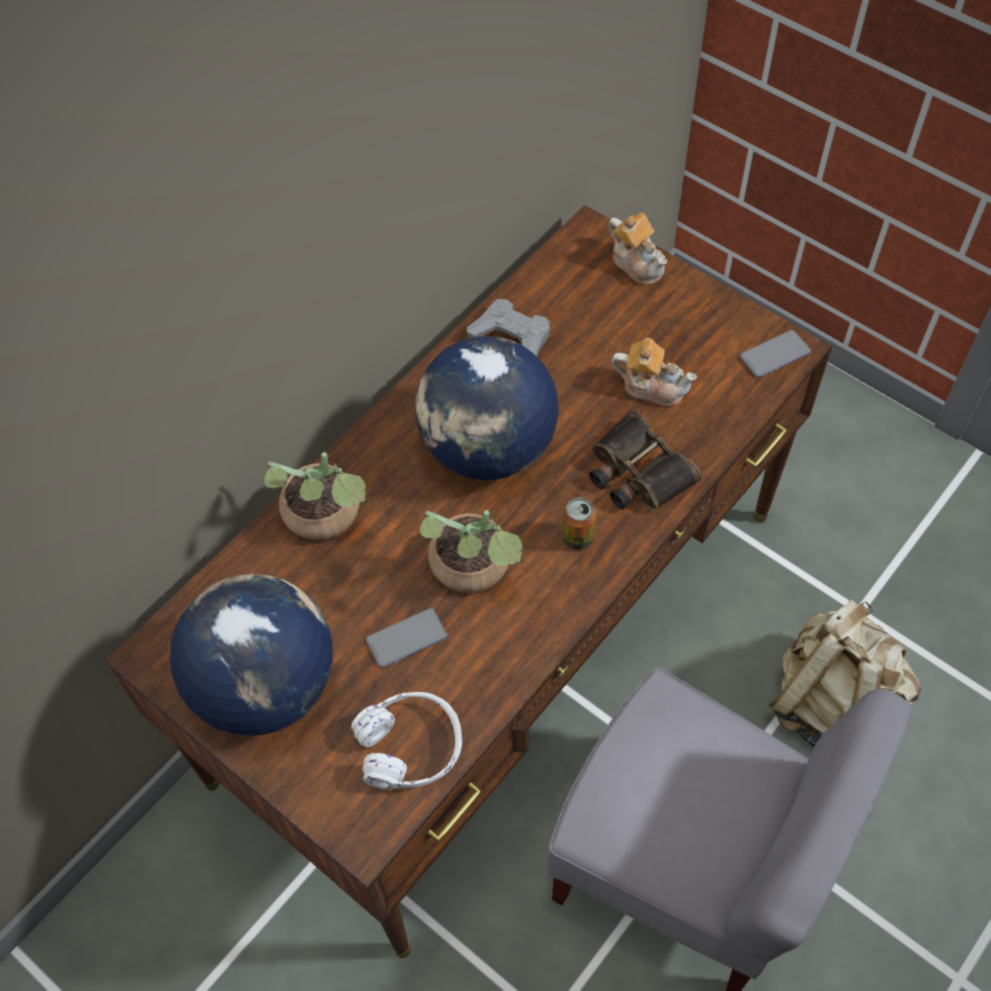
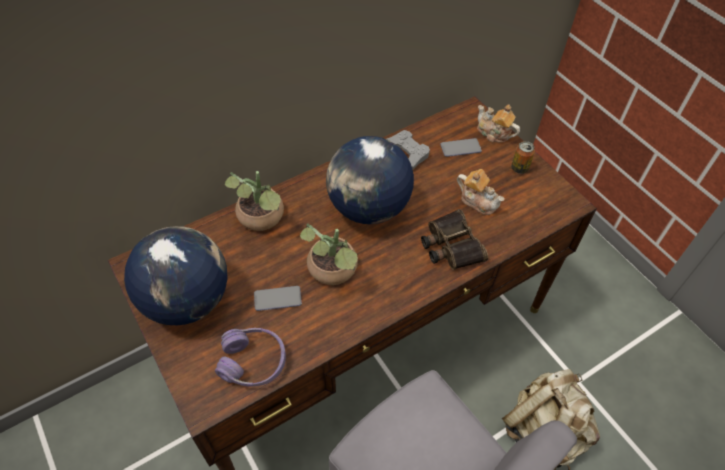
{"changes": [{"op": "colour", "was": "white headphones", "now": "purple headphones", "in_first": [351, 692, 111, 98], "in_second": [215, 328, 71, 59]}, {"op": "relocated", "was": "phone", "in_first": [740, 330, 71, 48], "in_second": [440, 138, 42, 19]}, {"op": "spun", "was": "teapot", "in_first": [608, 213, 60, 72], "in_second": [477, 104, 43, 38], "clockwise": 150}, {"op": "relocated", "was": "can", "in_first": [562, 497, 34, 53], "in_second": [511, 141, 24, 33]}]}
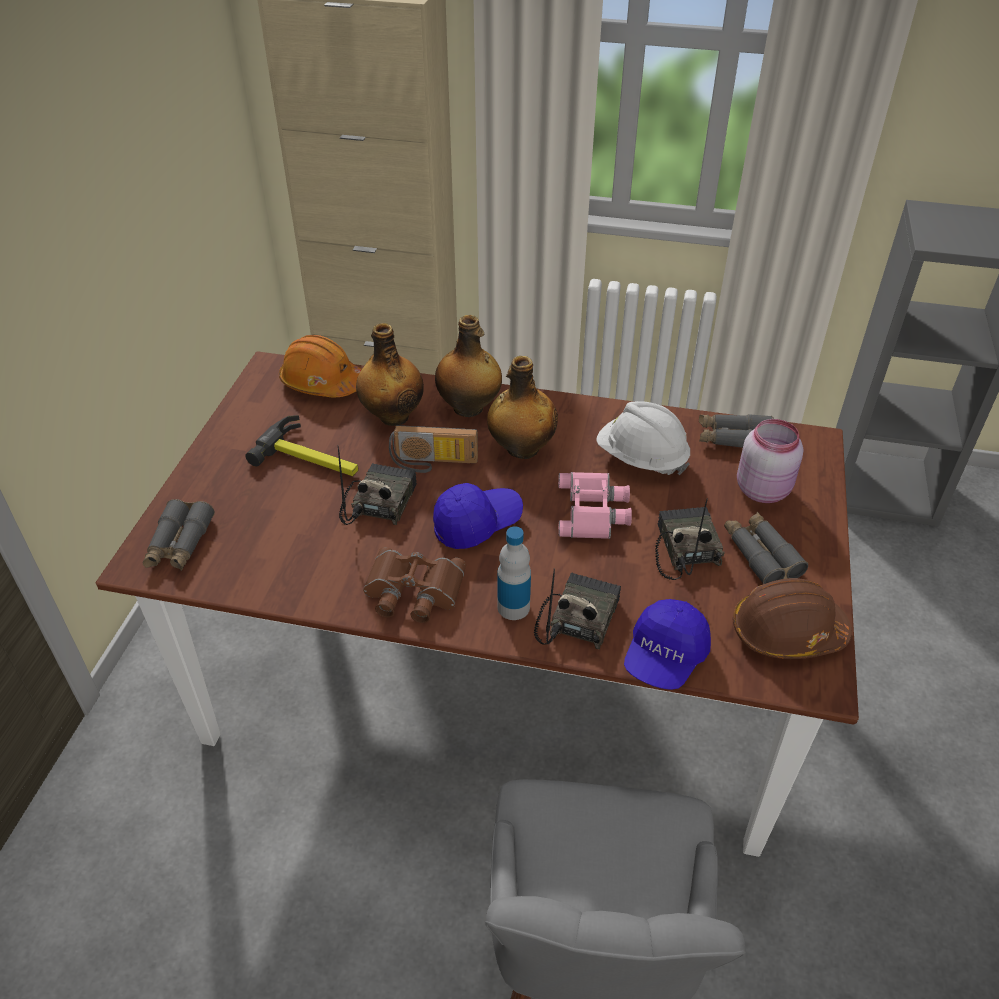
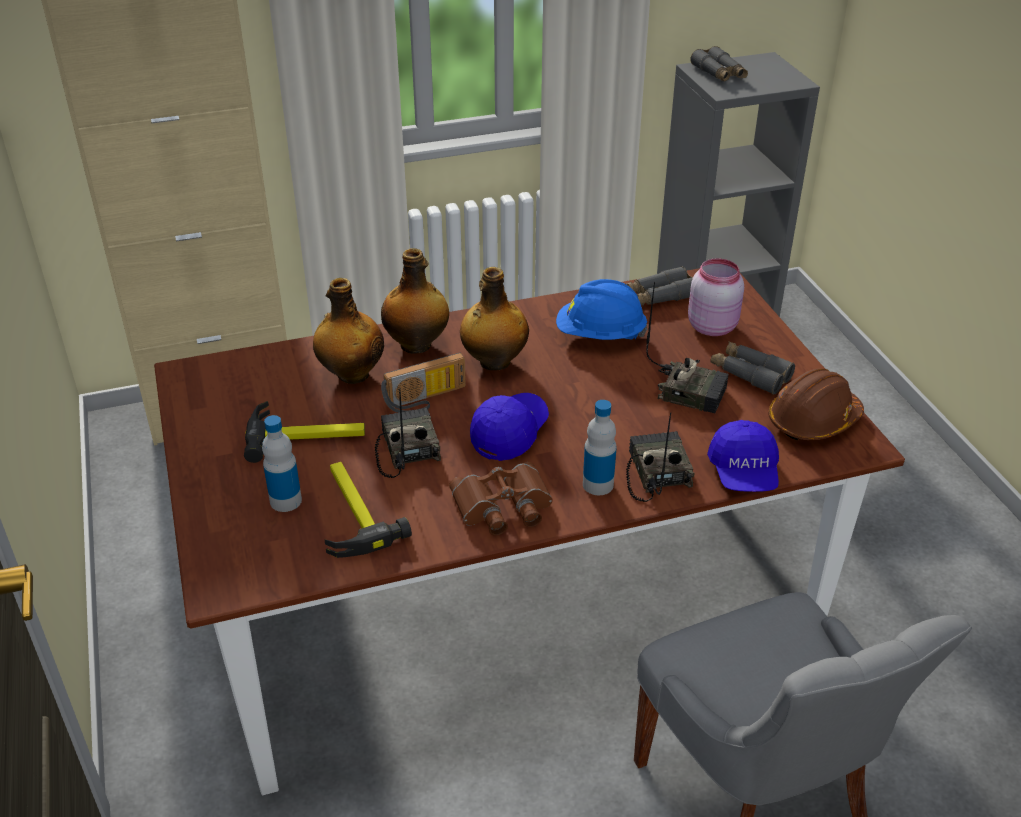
{"changes": [{"op": "appeared", "now": "bottle", "in_second": [262, 415, 40, 97]}, {"op": "appeared", "now": "hammer", "in_second": [325, 462, 87, 96]}, {"op": "colour", "was": "white hard hat", "now": "blue hard hat", "in_first": [596, 401, 94, 75], "in_second": [556, 279, 92, 61]}, {"op": "spun", "was": "radio", "in_first": [655, 498, 70, 82], "in_second": [646, 282, 83, 131], "clockwise": 150}, {"op": "relocated", "was": "grey binoculars", "in_first": [143, 499, 72, 72], "in_second": [690, 46, 58, 36]}, {"op": "missing", "was": "orange hard hat", "in_first": [279, 335, 83, 62]}, {"op": "missing", "was": "pink binoculars", "in_first": [558, 472, 74, 67]}]}
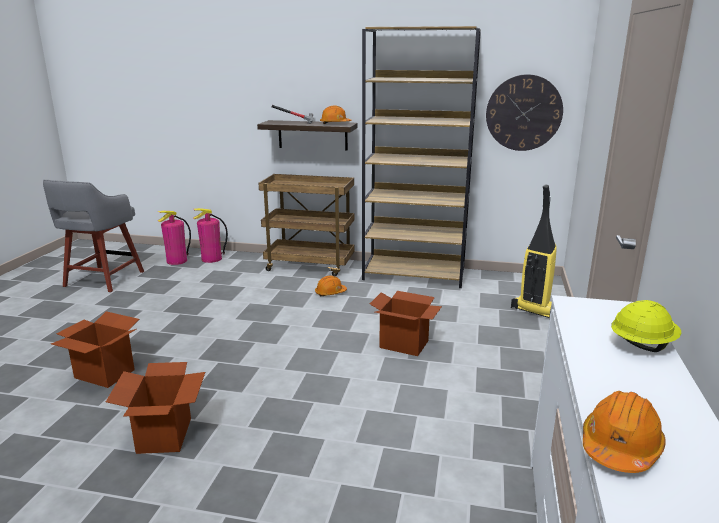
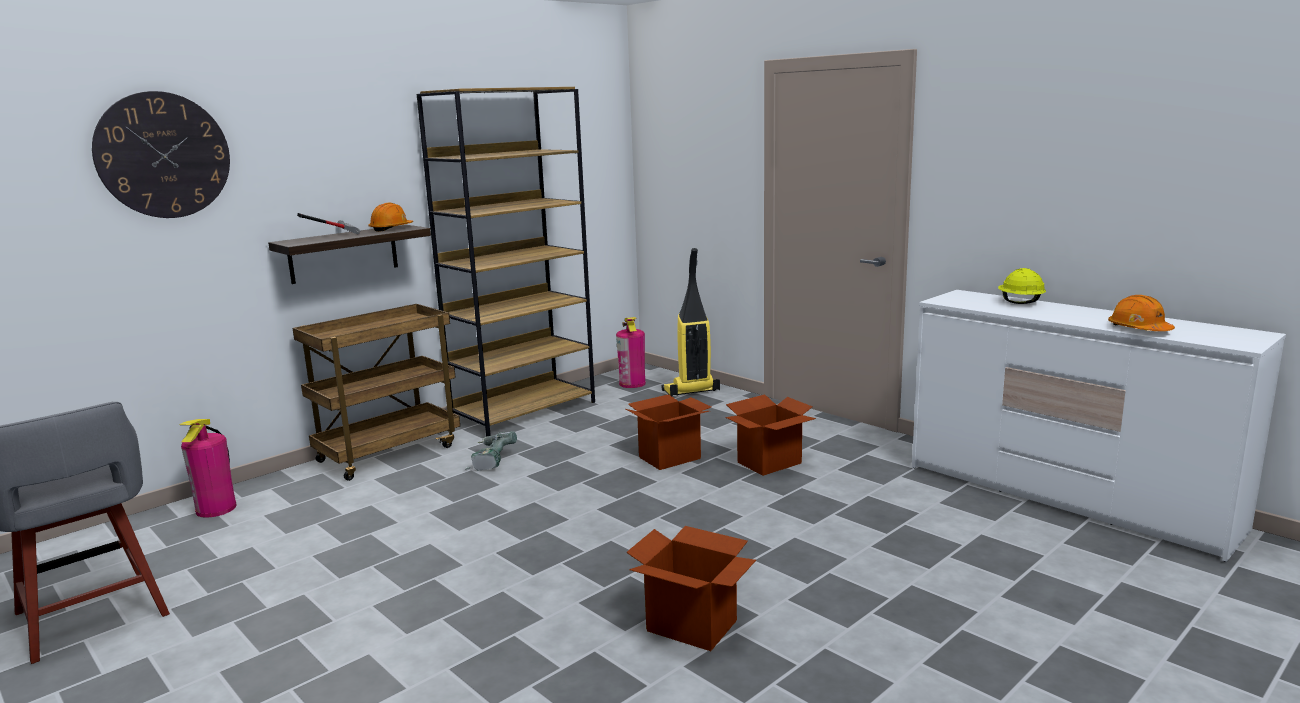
{"changes": [{"op": "relocated", "was": "wall clock", "in_first": [486, 74, 77, 77], "in_second": [92, 91, 138, 127]}, {"op": "exchanged", "was": "orange hard hat", "now": "power drill", "in_first": [315, 276, 32, 20], "in_second": [465, 431, 52, 39]}, {"op": "relocated", "was": "fire extinguisher", "in_first": [157, 211, 34, 54], "in_second": [616, 317, 30, 71]}, {"op": "relocated", "was": "cardboard box", "in_first": [51, 311, 88, 77], "in_second": [725, 394, 91, 82]}]}
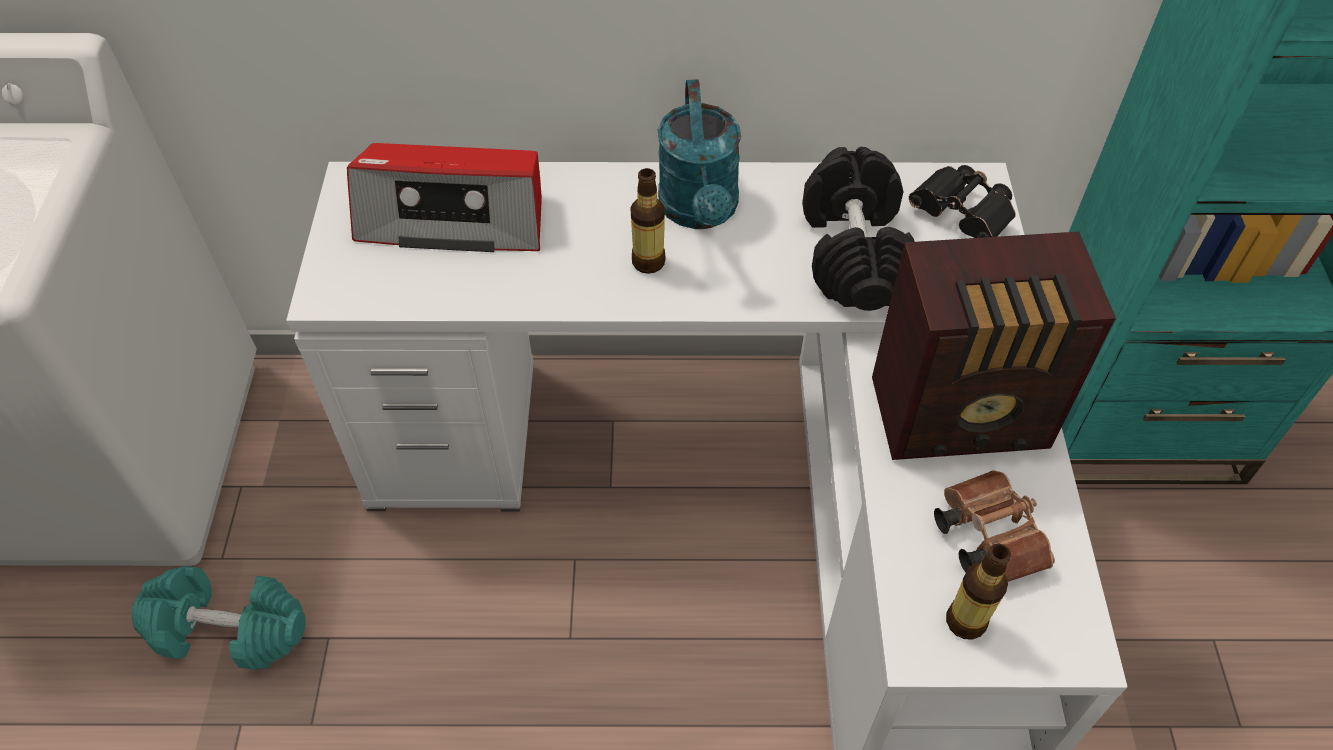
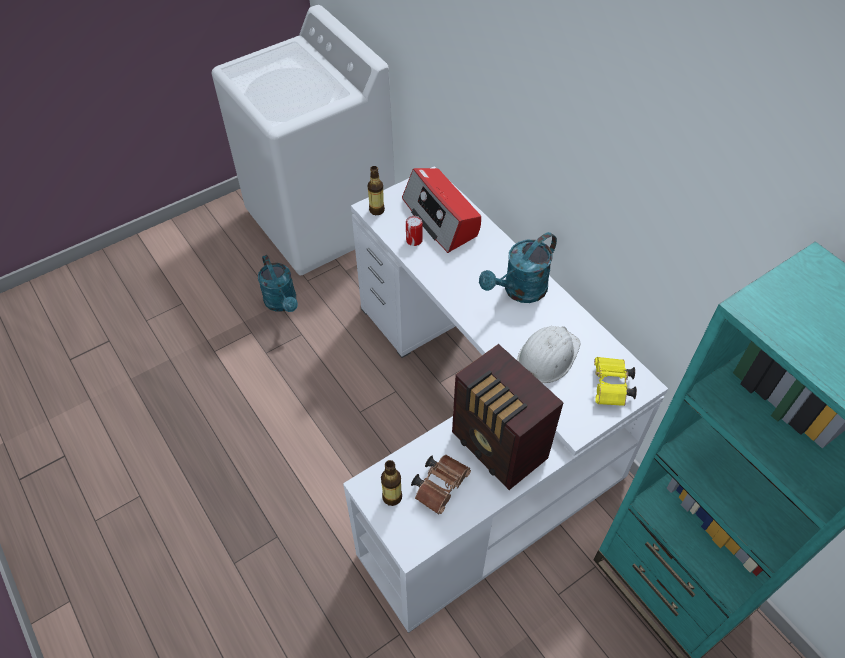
{"changes": [{"op": "exchanged", "was": "turquoise dumbbell", "now": "turquoise watering can", "in_first": [131, 566, 175, 104], "in_second": [258, 255, 40, 57]}, {"op": "relocated", "was": "bottle", "in_first": [631, 168, 35, 106], "in_second": [368, 166, 17, 49]}, {"op": "appeared", "now": "can", "in_second": [406, 216, 17, 30]}, {"op": "exchanged", "was": "black dumbbell", "now": "white hard hat", "in_first": [802, 147, 113, 164], "in_second": [517, 326, 63, 57]}, {"op": "colour", "was": "black binoculars", "now": "yellow binoculars", "in_first": [909, 165, 107, 73], "in_second": [594, 357, 43, 49]}]}
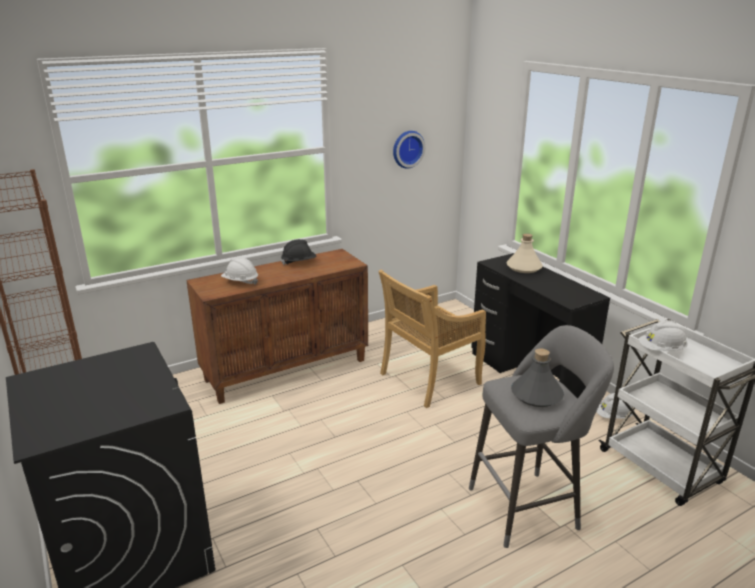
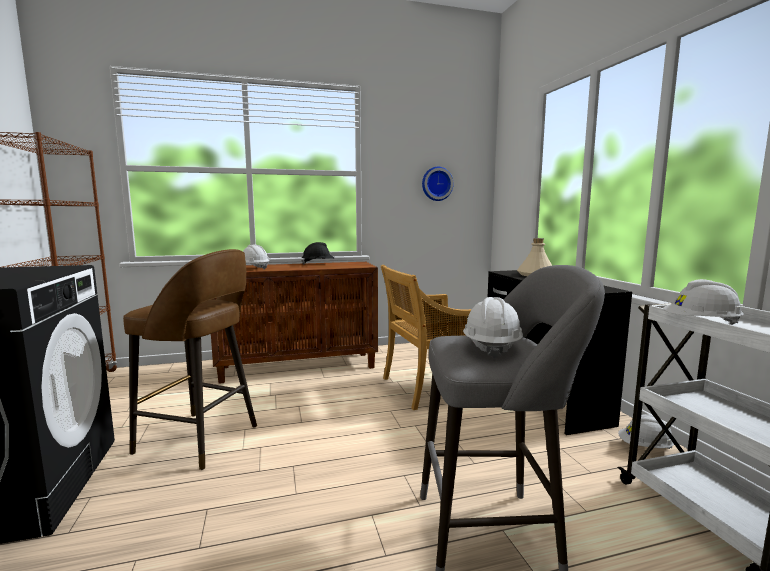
{"changes": [{"op": "appeared", "now": "brown stool", "in_second": [123, 249, 134, 221]}, {"op": "exchanged", "was": "grey bottle", "now": "white hard hat", "in_first": [511, 348, 53, 59], "in_second": [463, 297, 60, 62]}]}
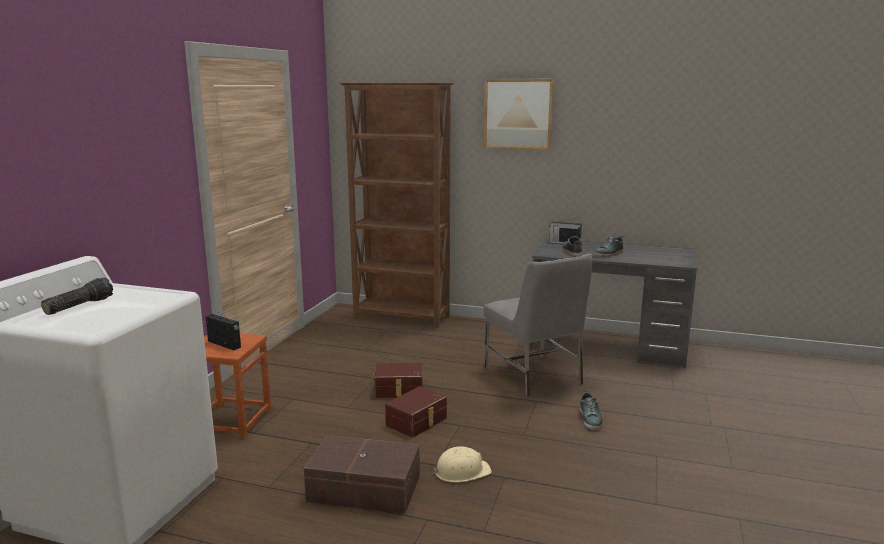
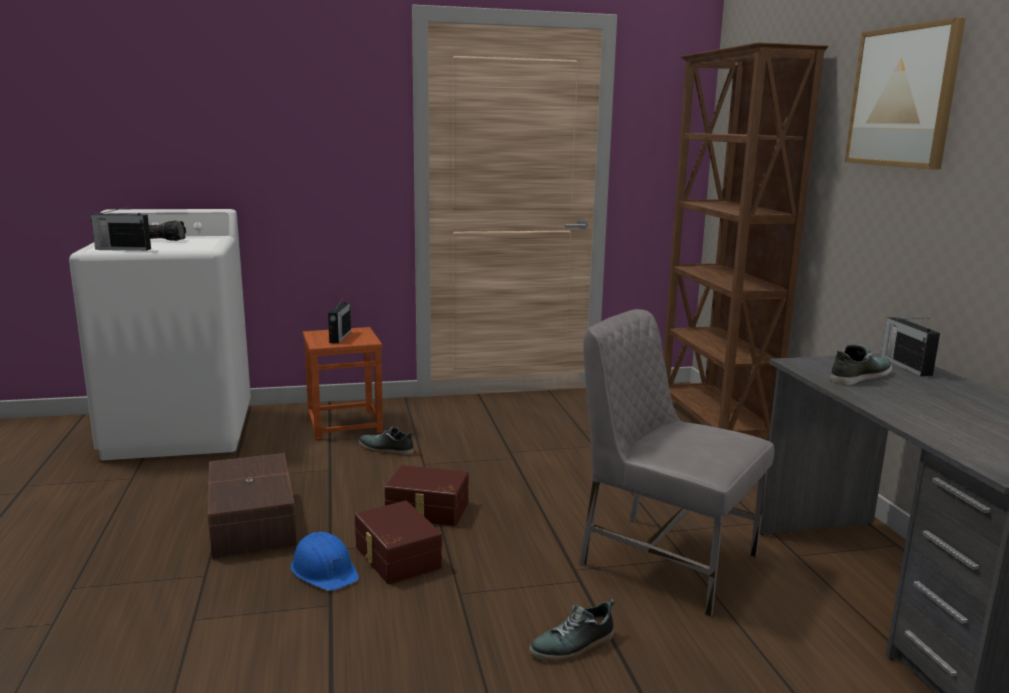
{"changes": [{"op": "appeared", "now": "radio", "in_second": [90, 205, 61, 46]}, {"op": "colour", "was": "beige hard hat", "now": "blue hard hat", "in_first": [432, 446, 60, 37], "in_second": [291, 532, 68, 59]}, {"op": "relocated", "was": "brown storage box", "in_first": [374, 363, 49, 35], "in_second": [355, 501, 87, 83]}, {"op": "relocated", "was": "shoe", "in_first": [593, 235, 30, 22], "in_second": [359, 427, 55, 29]}, {"op": "spun", "was": "grey chair", "in_first": [484, 254, 108, 144], "in_second": [579, 309, 195, 308], "clockwise": 90}]}
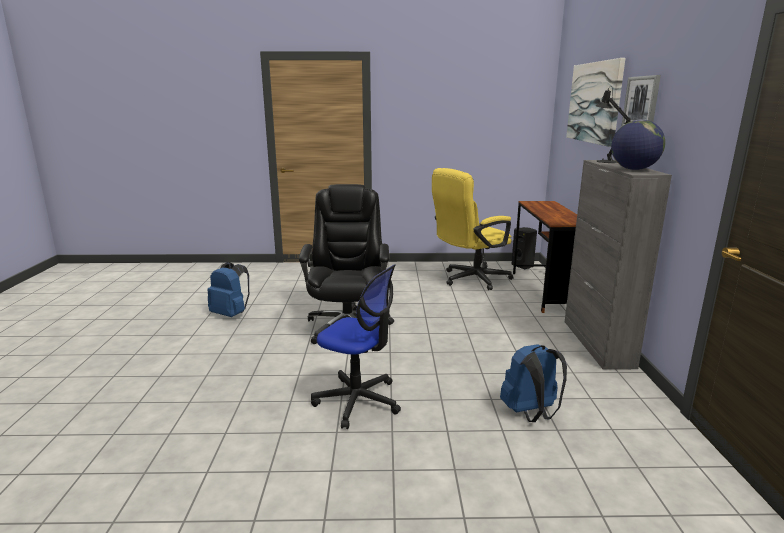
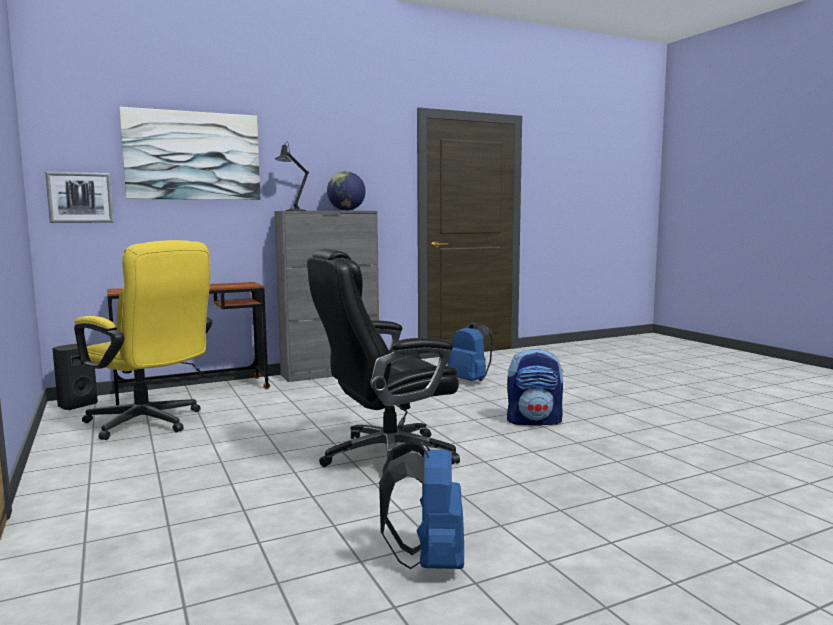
{"changes": [{"op": "relocated", "was": "picture", "in_first": [621, 75, 40, 52], "in_second": [45, 172, 69, 51]}, {"op": "exchanged", "was": "office chair", "now": "backpack", "in_first": [311, 264, 90, 165], "in_second": [507, 348, 56, 77]}]}
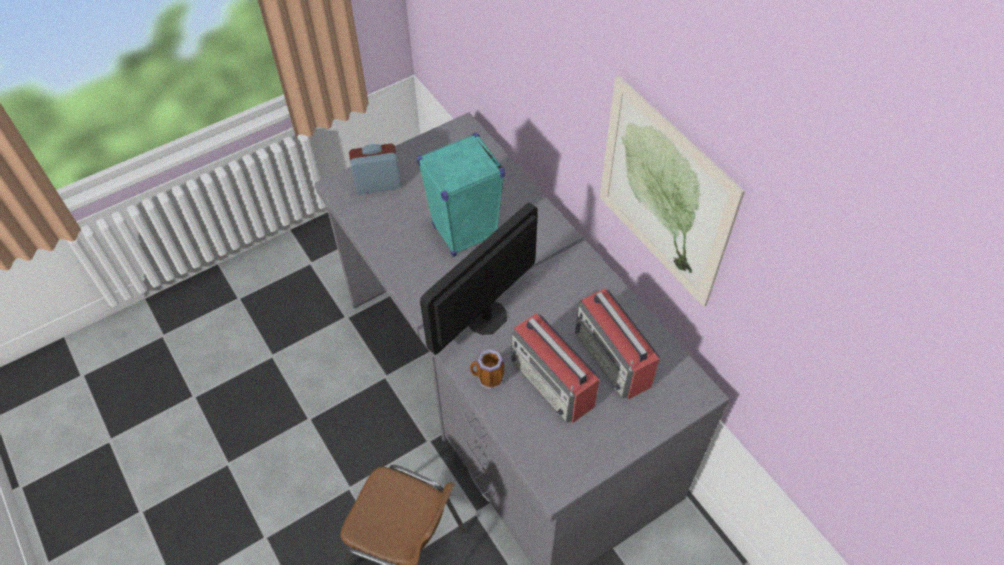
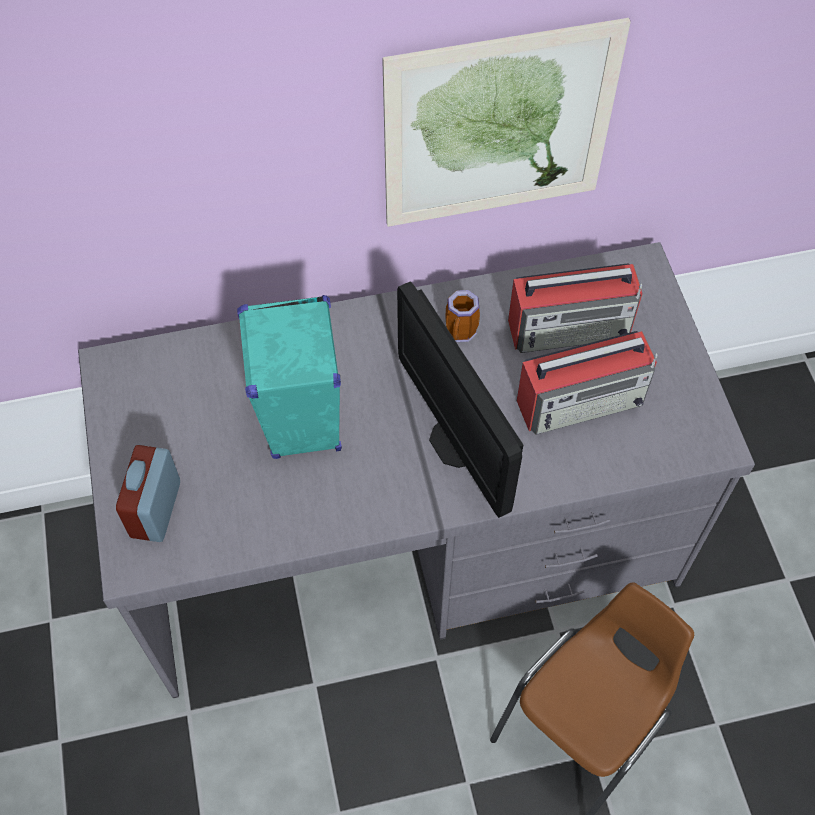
{"changes": [{"op": "relocated", "was": "mug", "in_first": [470, 349, 34, 40], "in_second": [445, 290, 35, 52]}]}
